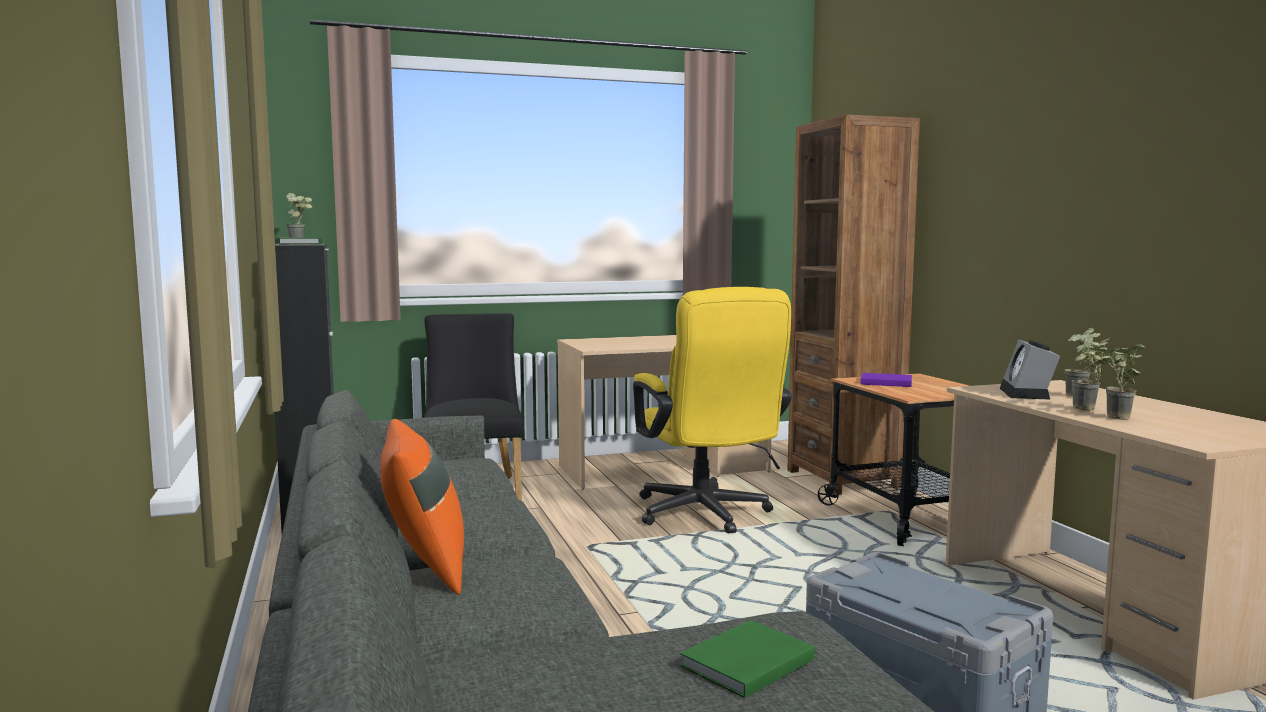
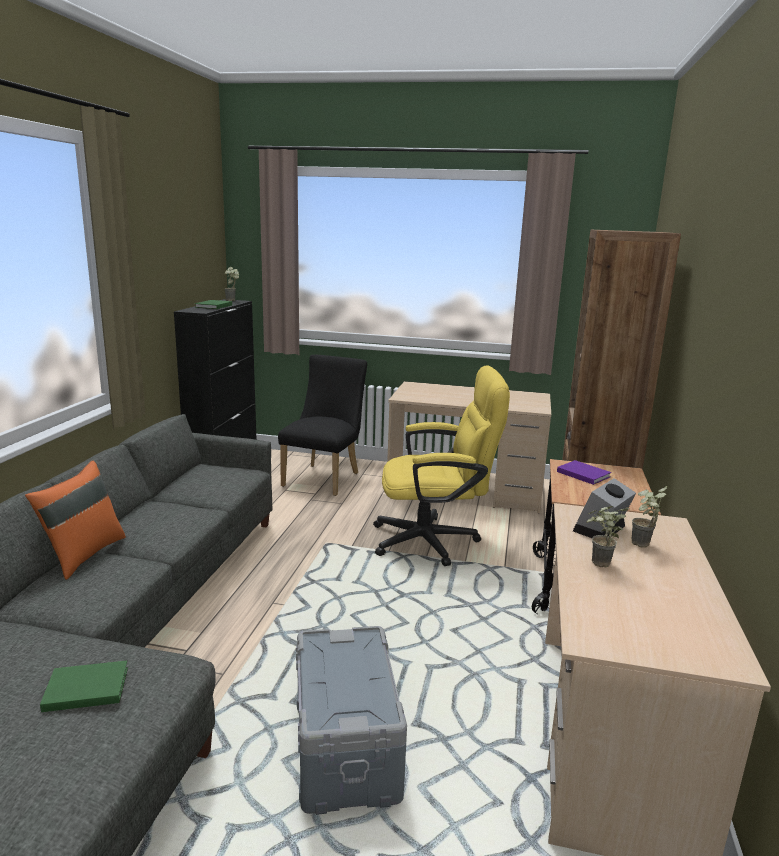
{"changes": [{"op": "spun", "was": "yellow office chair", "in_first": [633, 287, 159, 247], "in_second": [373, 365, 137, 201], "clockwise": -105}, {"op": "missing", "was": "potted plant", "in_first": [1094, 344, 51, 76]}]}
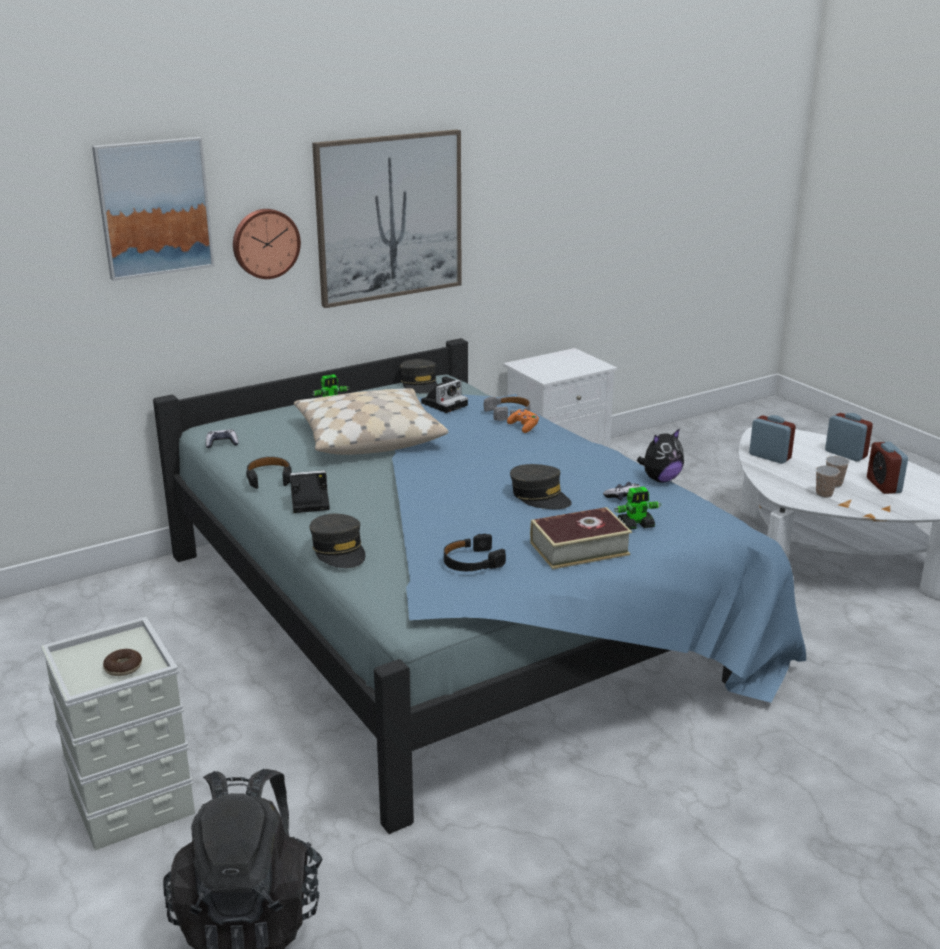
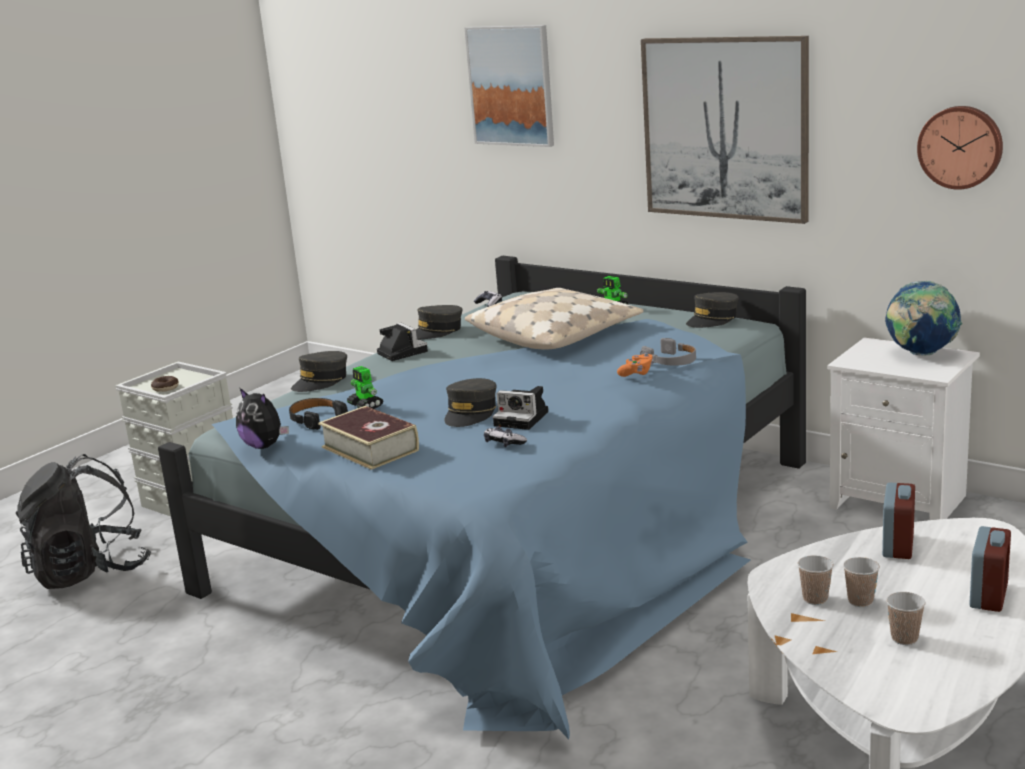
{"changes": [{"op": "relocated", "was": "plush toy", "in_first": [637, 428, 47, 54], "in_second": [236, 388, 53, 61]}, {"op": "relocated", "was": "toy robot", "in_first": [614, 487, 47, 43], "in_second": [347, 366, 36, 43]}, {"op": "exchanged", "was": "black headphones", "now": "grey cap", "in_first": [246, 457, 45, 32], "in_second": [416, 305, 46, 34]}, {"op": "relocated", "was": "photo camera", "in_first": [421, 376, 47, 37], "in_second": [493, 386, 55, 44]}, {"op": "appeared", "now": "globe", "in_second": [885, 281, 77, 75]}, {"op": "exchanged", "was": "alarm clock", "now": "cup", "in_first": [867, 442, 41, 52], "in_second": [886, 592, 39, 53]}, {"op": "relocated", "was": "wall clock", "in_first": [233, 209, 68, 70], "in_second": [917, 106, 86, 84]}]}
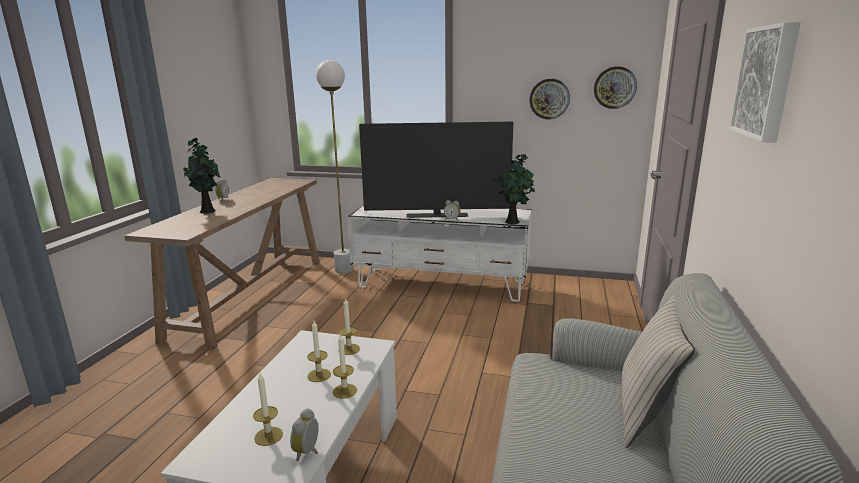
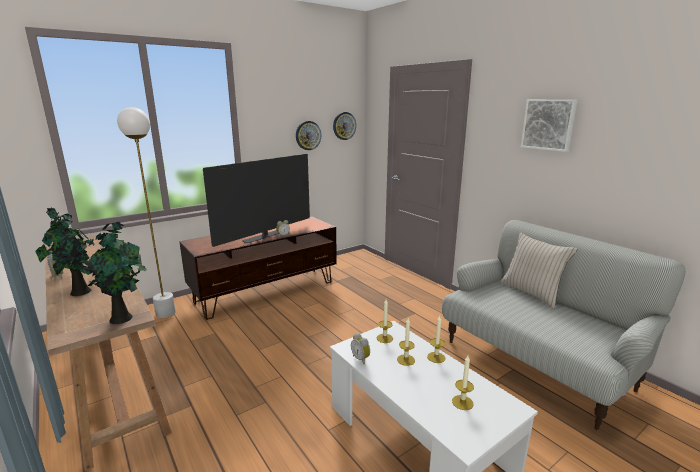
{"changes": [{"op": "relocated", "was": "potted plant", "in_first": [493, 154, 42, 70], "in_second": [73, 222, 74, 102]}, {"op": "colour", "was": "white tv stand", "now": "brown tv stand", "in_first": [347, 205, 185, 97], "in_second": [179, 217, 158, 103]}, {"op": "relocated", "was": "alarm clock", "in_first": [290, 408, 29, 53], "in_second": [351, 333, 19, 32]}]}
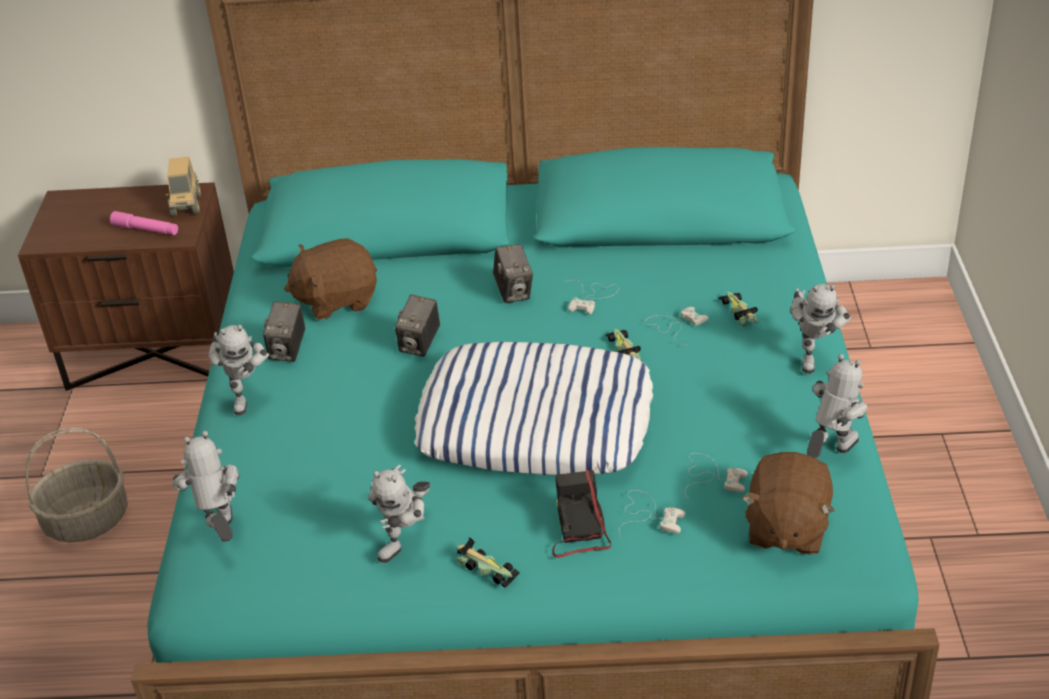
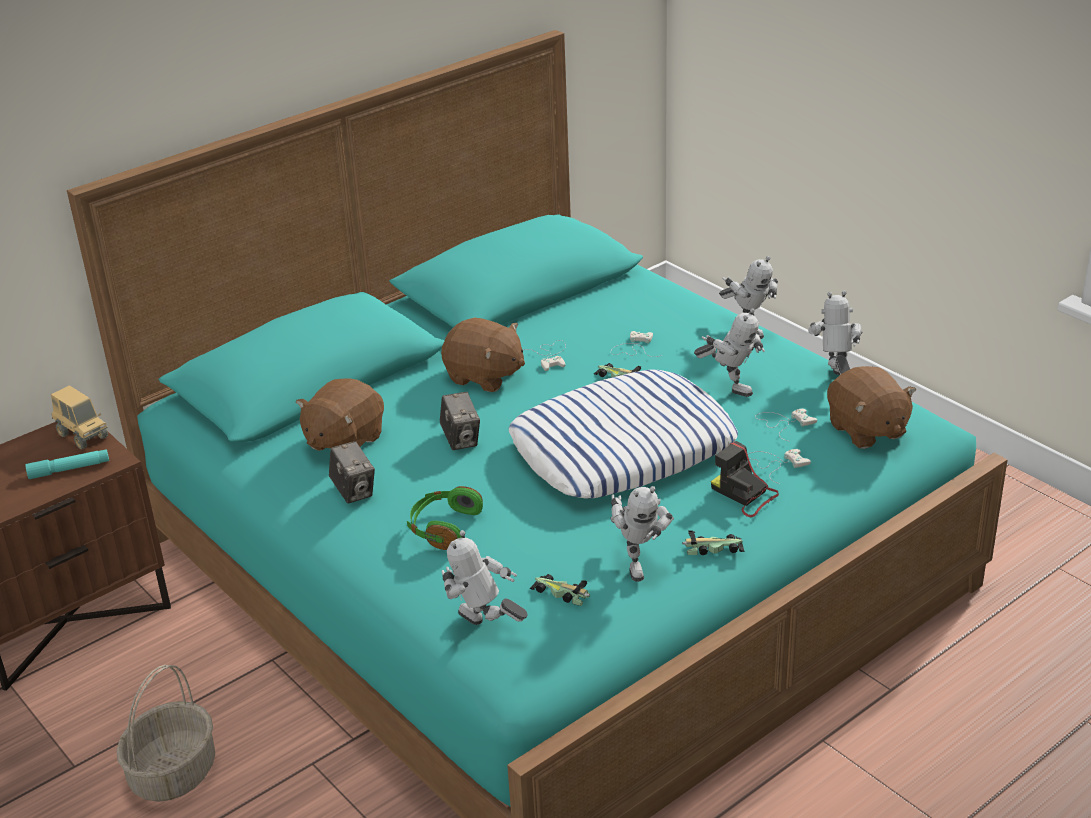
{"changes": [{"op": "colour", "was": "pink flashlight", "now": "turquoise flashlight", "in_first": [110, 211, 68, 24], "in_second": [25, 449, 84, 30]}, {"op": "appeared", "now": "green headphones", "in_second": [407, 486, 76, 64]}, {"op": "exchanged", "was": "photo camera", "now": "brown plush toy", "in_first": [493, 244, 40, 59], "in_second": [441, 317, 84, 75]}, {"op": "relocated", "was": "toy car", "in_first": [719, 291, 39, 36], "in_second": [530, 574, 60, 32]}, {"op": "relocated", "was": "toy robot", "in_first": [208, 324, 61, 91], "in_second": [694, 308, 71, 89]}]}
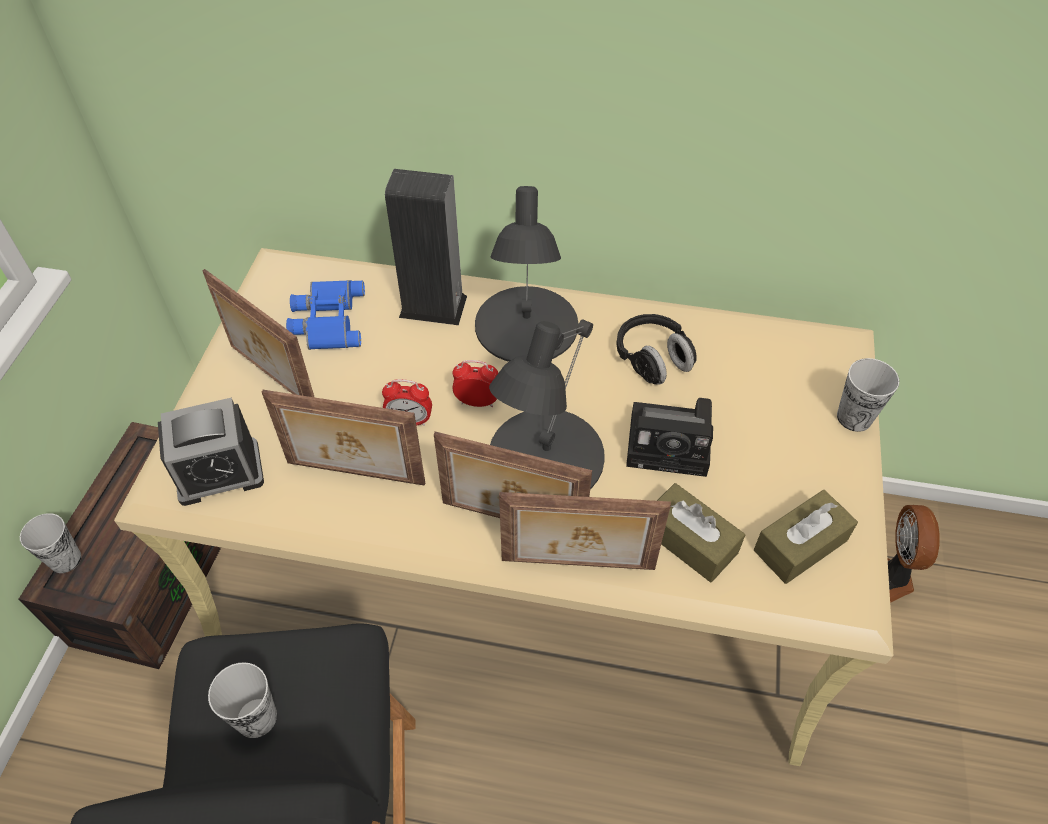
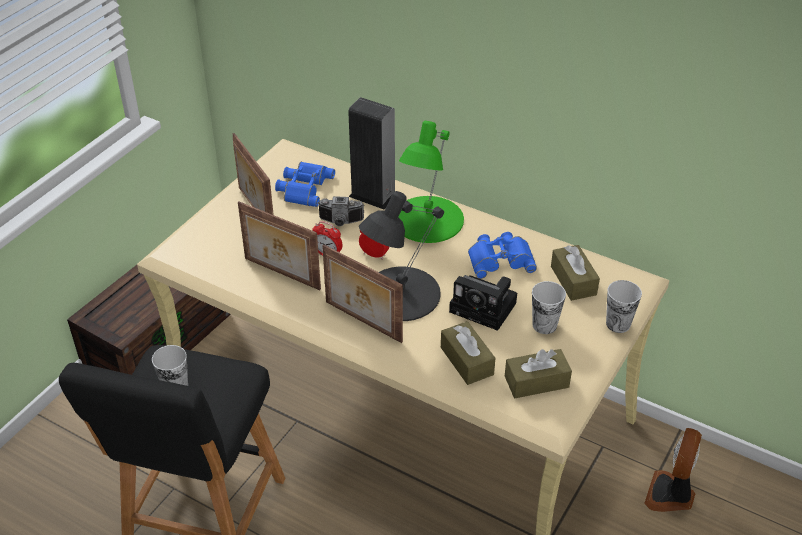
{"changes": [{"op": "appeared", "now": "photo camera", "in_second": [317, 196, 47, 30]}, {"op": "colour", "was": "black table lamp", "now": "green table lamp", "in_first": [475, 186, 103, 176], "in_second": [399, 121, 65, 122]}, {"op": "exchanged", "was": "black headphones", "now": "blue binoculars", "in_first": [616, 314, 81, 71], "in_second": [468, 232, 69, 47]}, {"op": "relocated", "was": "cup", "in_first": [20, 513, 61, 60], "in_second": [532, 281, 34, 53]}, {"op": "appeared", "now": "brown tissue box", "in_second": [551, 245, 49, 56]}, {"op": "missing", "was": "alarm clock", "in_first": [158, 397, 106, 109]}, {"op": "missing", "was": "picture frame", "in_first": [499, 492, 172, 78]}]}
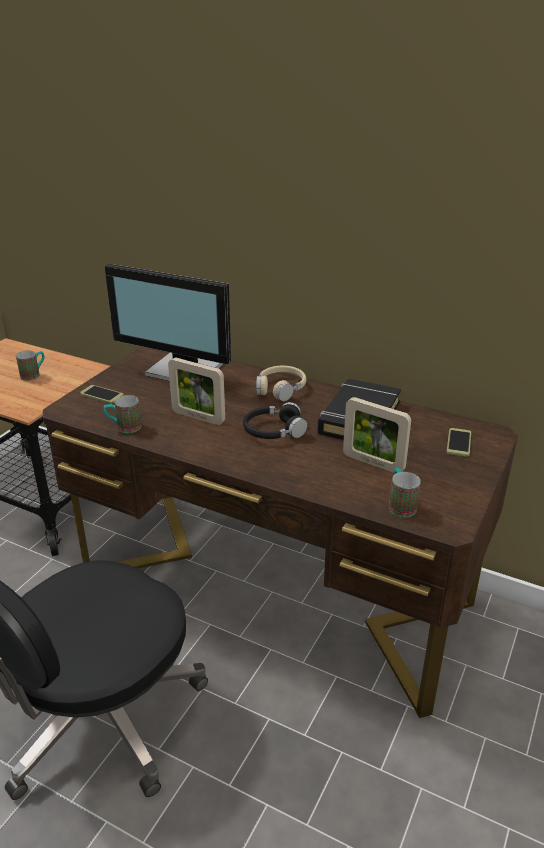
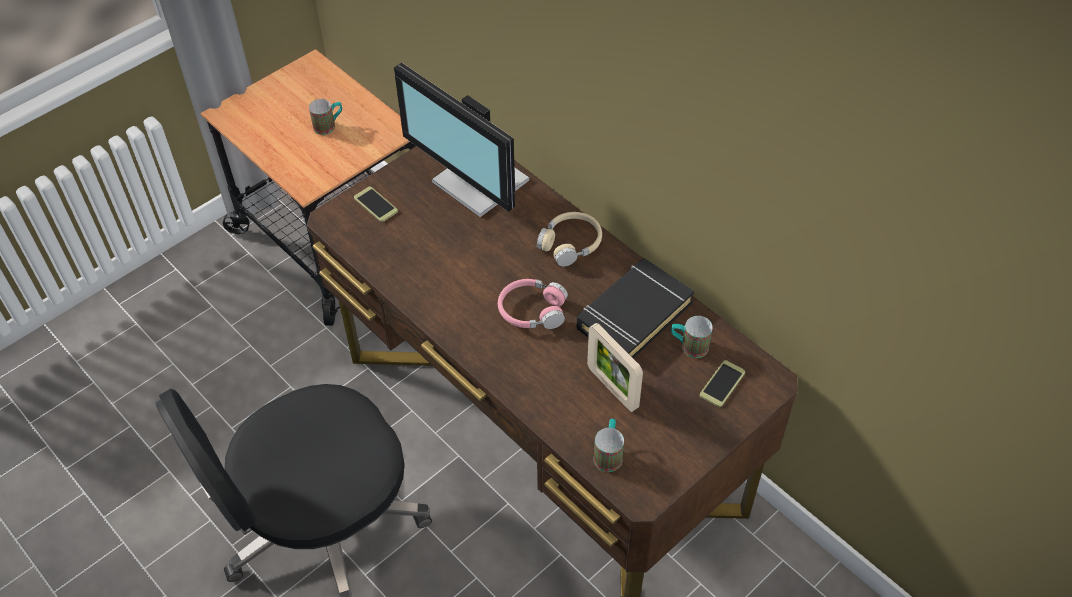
{"changes": [{"op": "colour", "was": "black headphones", "now": "pink headphones", "in_first": [243, 402, 64, 37], "in_second": [498, 279, 70, 50]}, {"op": "relocated", "was": "mug", "in_first": [104, 395, 37, 38], "in_second": [671, 316, 42, 42]}, {"op": "missing", "was": "picture frame", "in_first": [168, 358, 57, 67]}]}
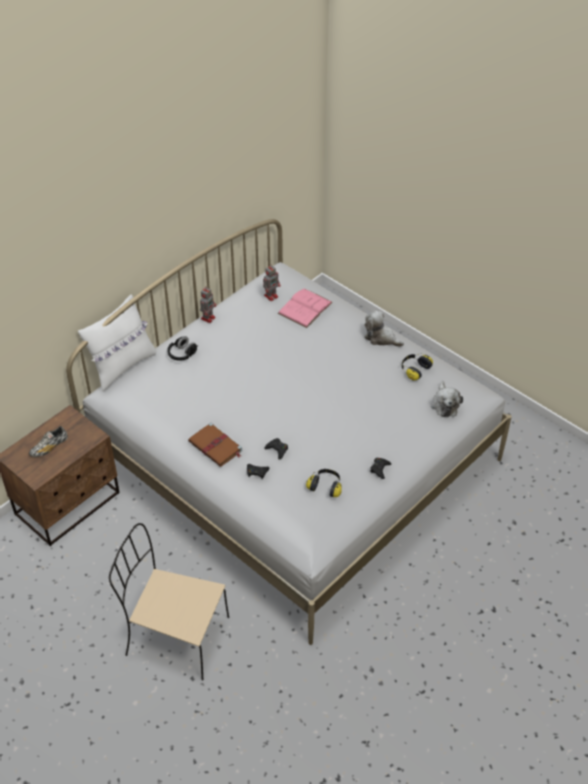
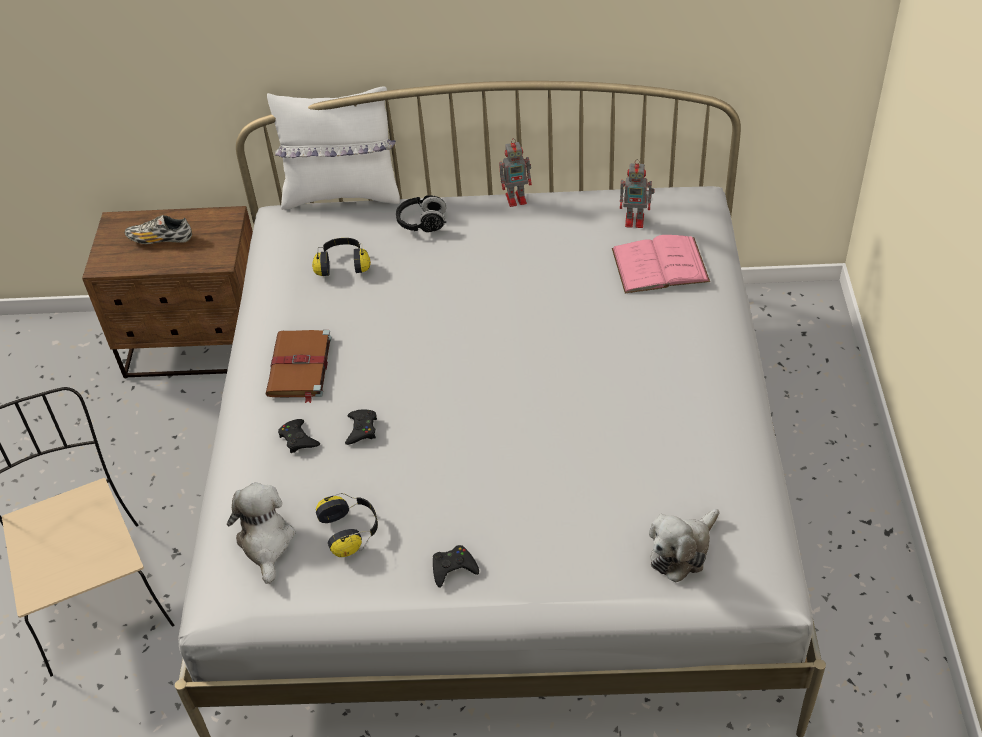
{"changes": [{"op": "relocated", "was": "plush toy", "in_first": [364, 310, 40, 37], "in_second": [227, 483, 68, 101]}, {"op": "relocated", "was": "headphones", "in_first": [402, 353, 31, 28], "in_second": [312, 238, 59, 38]}]}
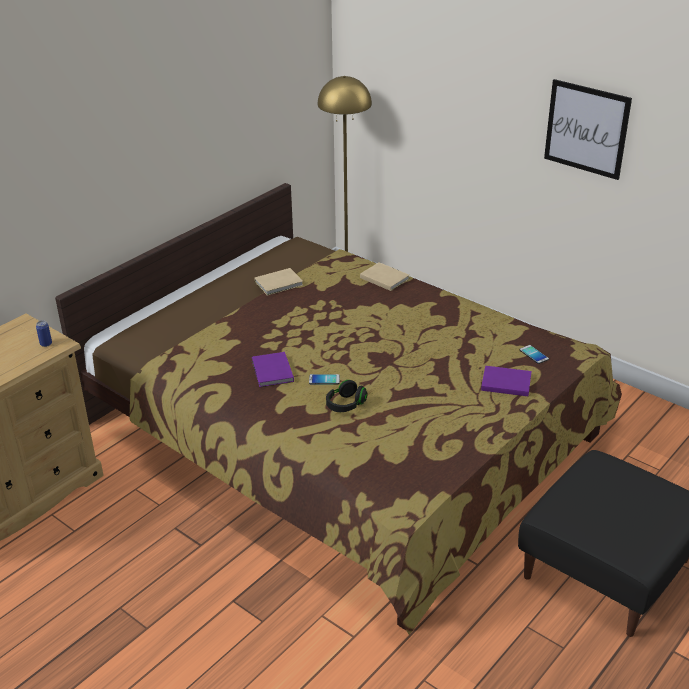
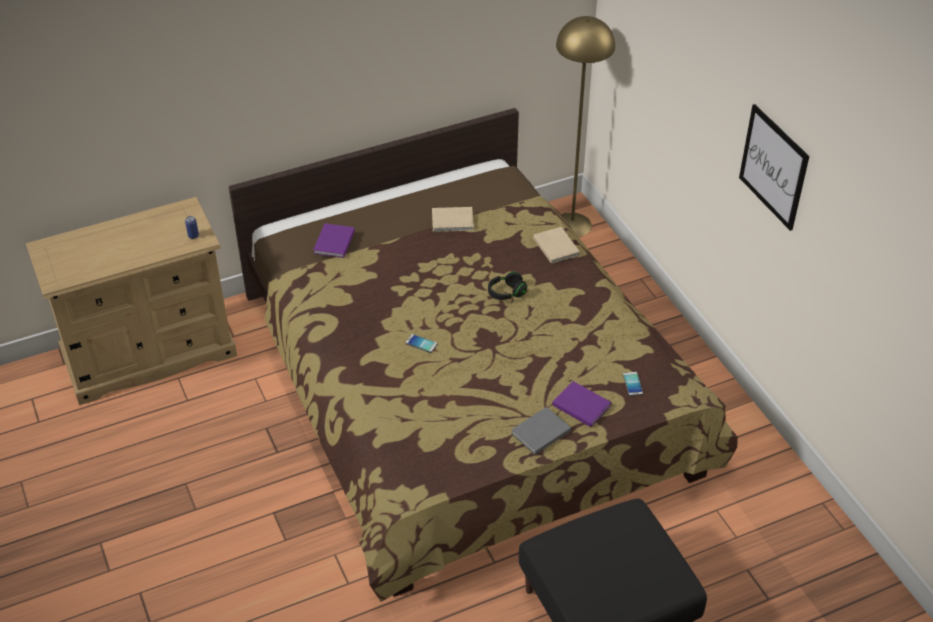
{"changes": [{"op": "relocated", "was": "purple book", "in_first": [252, 352, 42, 35], "in_second": [313, 223, 42, 35]}, {"op": "relocated", "was": "black headphones", "in_first": [326, 380, 42, 32], "in_second": [488, 272, 39, 28]}, {"op": "appeared", "now": "grey book", "in_second": [511, 407, 60, 48]}]}
